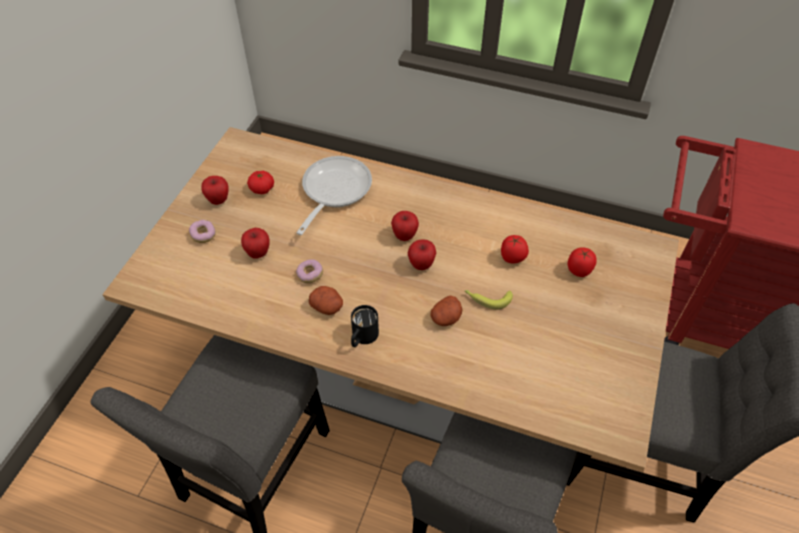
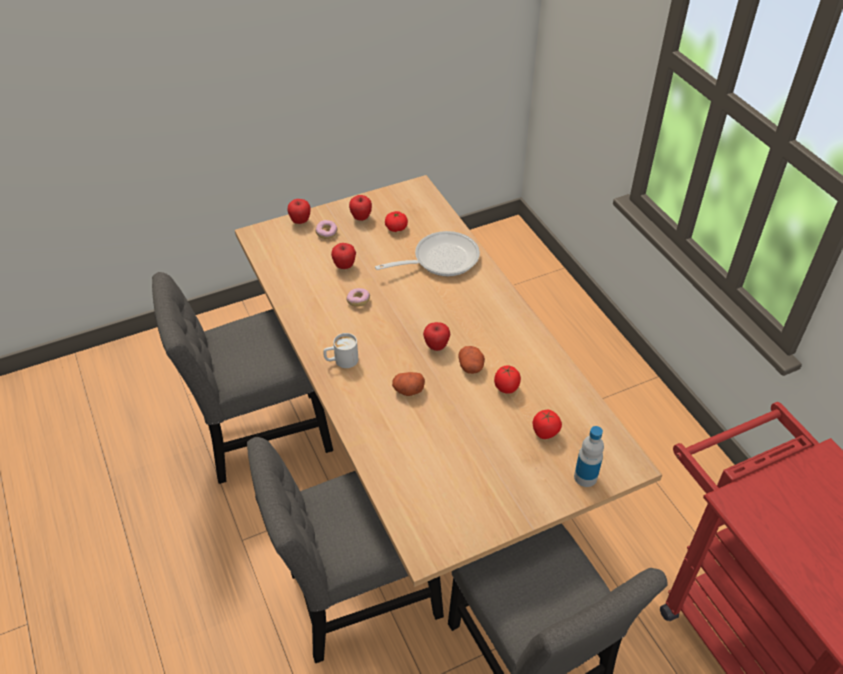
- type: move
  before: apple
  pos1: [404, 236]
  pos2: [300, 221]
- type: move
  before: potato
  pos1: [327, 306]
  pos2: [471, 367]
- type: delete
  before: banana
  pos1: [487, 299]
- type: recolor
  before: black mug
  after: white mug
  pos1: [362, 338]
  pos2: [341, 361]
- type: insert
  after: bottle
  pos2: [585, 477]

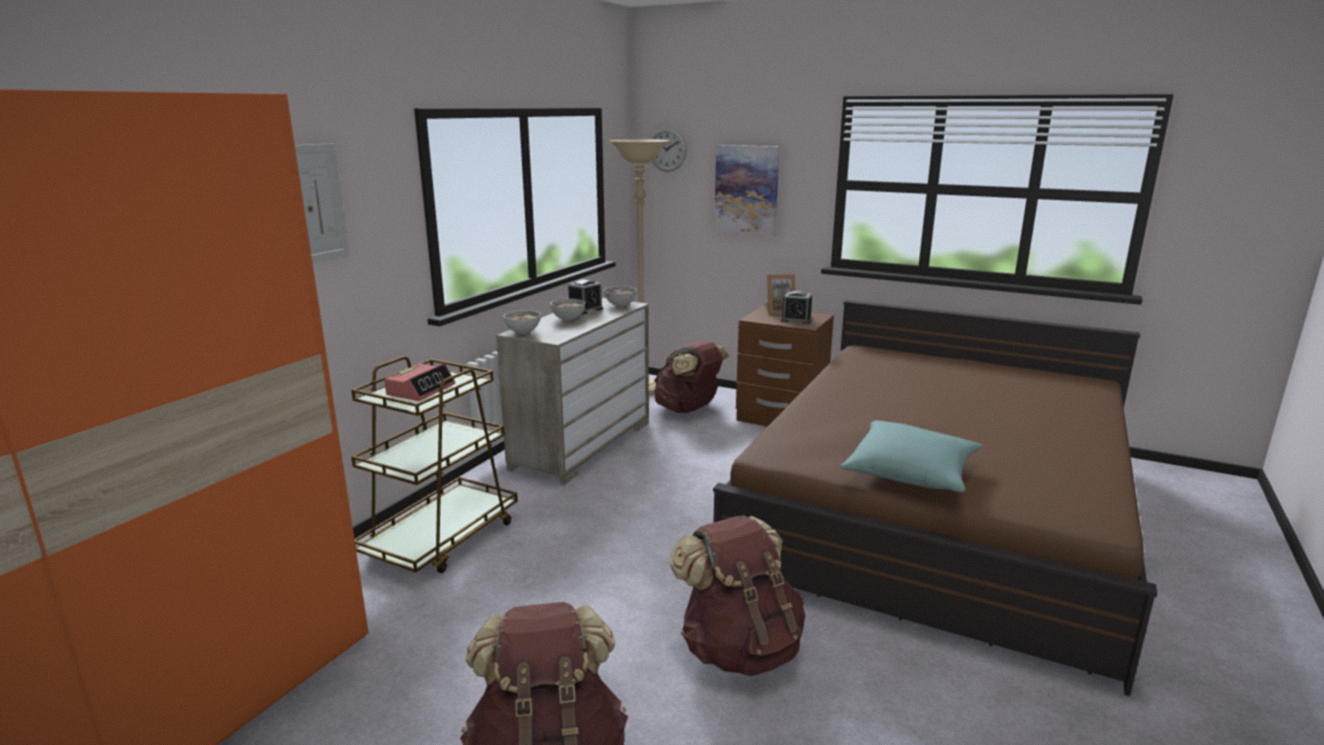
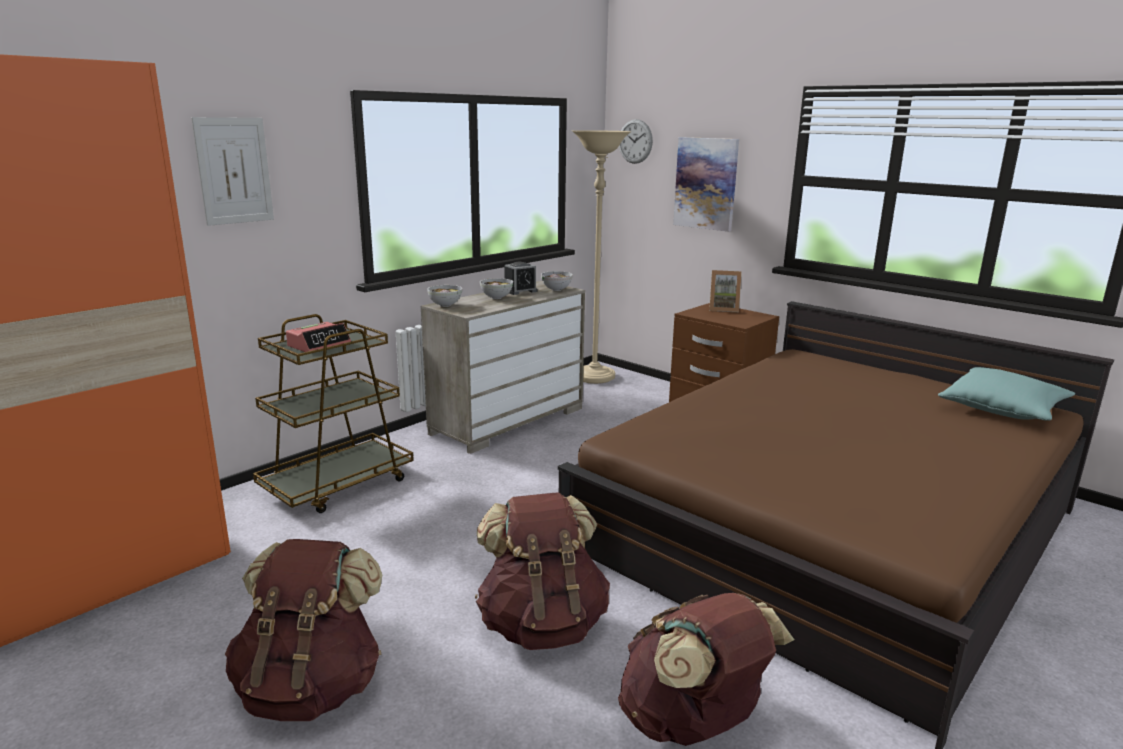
- type: delete
  before: alarm clock
  pos1: [796, 320]
- type: move
  before: brown backpack
  pos1: [688, 409]
  pos2: [692, 723]
- type: move
  before: turquoise pillow
  pos1: [910, 473]
  pos2: [1003, 410]

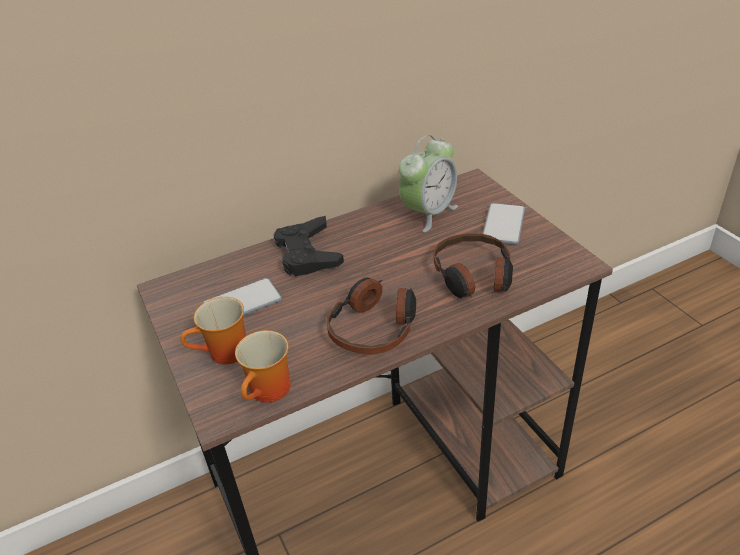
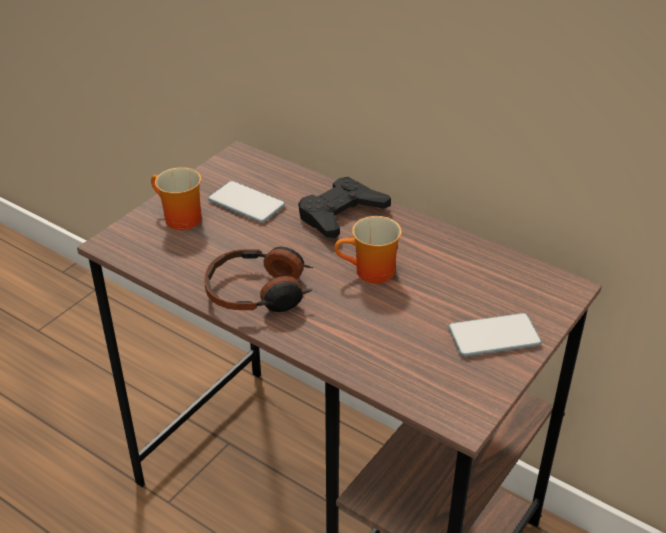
- type: delete
  before: alarm clock
  pos1: [428, 213]
- type: delete
  before: headphones
  pos1: [473, 276]
- type: move
  before: mug
  pos1: [271, 392]
  pos2: [371, 273]

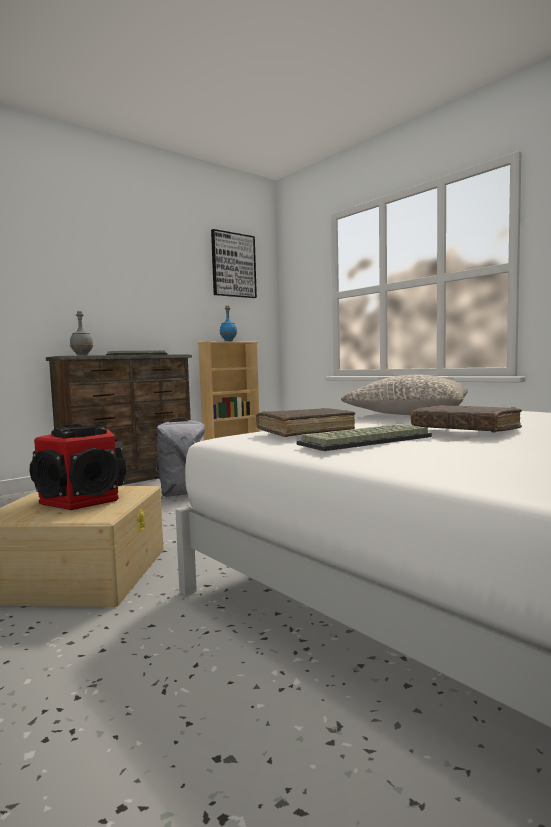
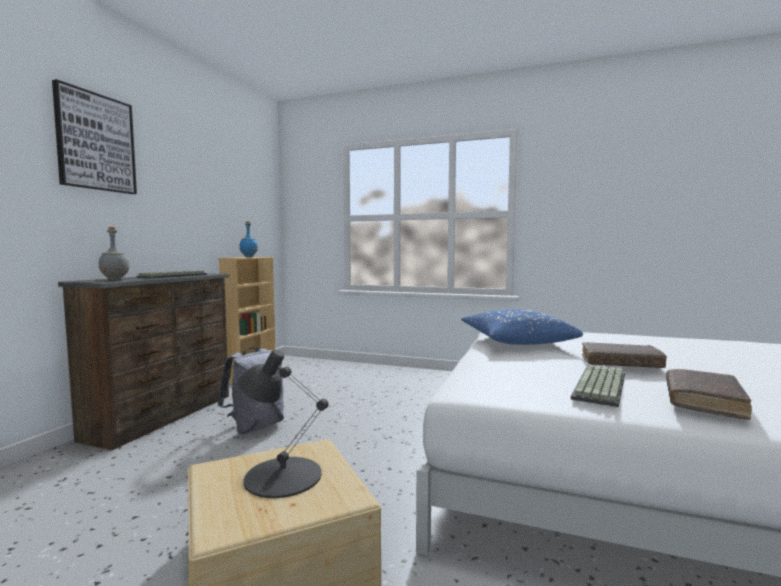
- type: move
  before: picture
  pos1: [233, 265]
  pos2: [95, 142]
- type: recolor
  before: grey pillow
  after: blue pillow
  pos1: [409, 414]
  pos2: [515, 341]
- type: move
  before: brown book
  pos1: [305, 431]
  pos2: [703, 401]
- type: replace
  before: speaker
  after: black table lamp
  pos1: [83, 499]
  pos2: [282, 476]

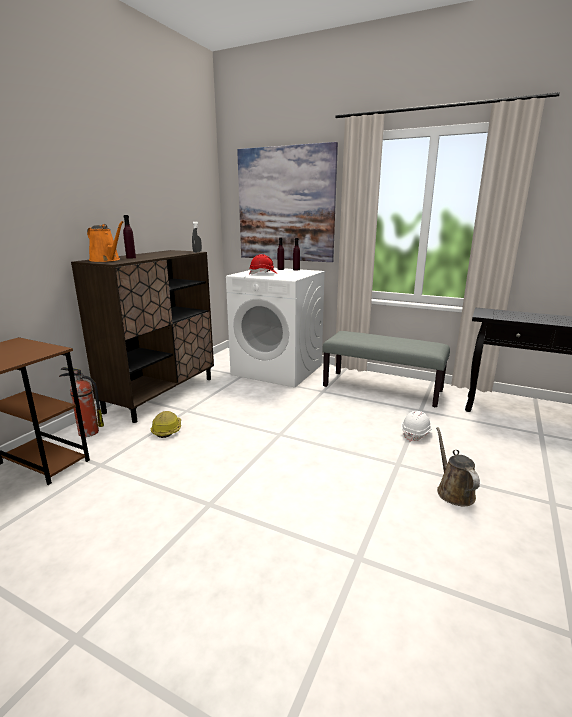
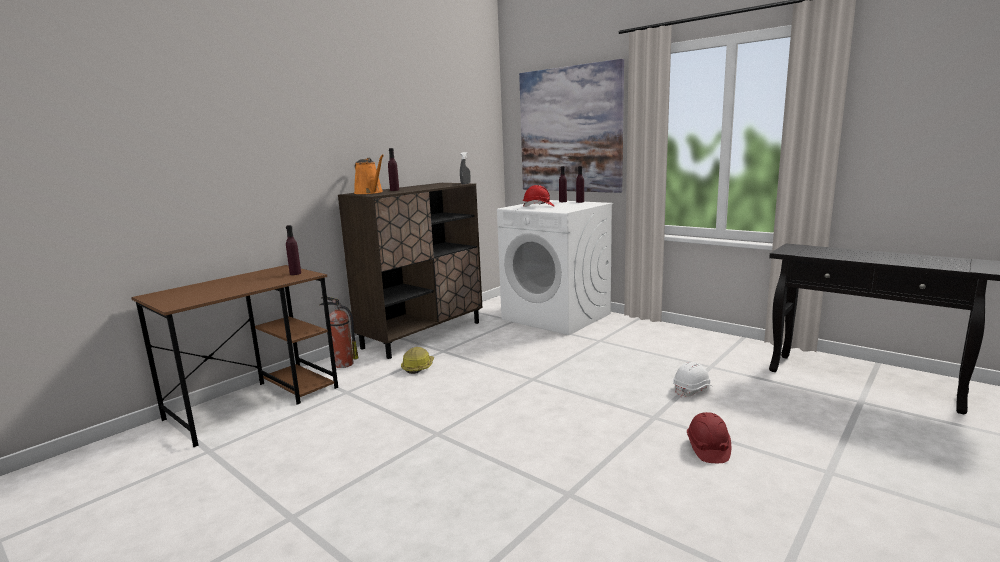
- type: delete
  before: grey bench
  pos1: [382, 388]
- type: replace
  before: brown watering can
  after: red hard hat
  pos1: [453, 491]
  pos2: [708, 448]
- type: insert
  after: purple bottle
  pos2: [295, 273]

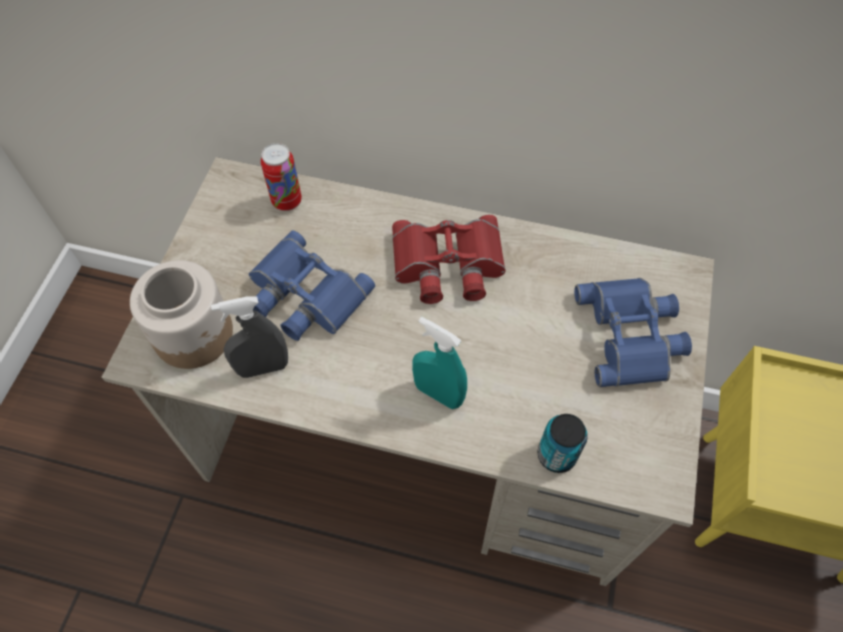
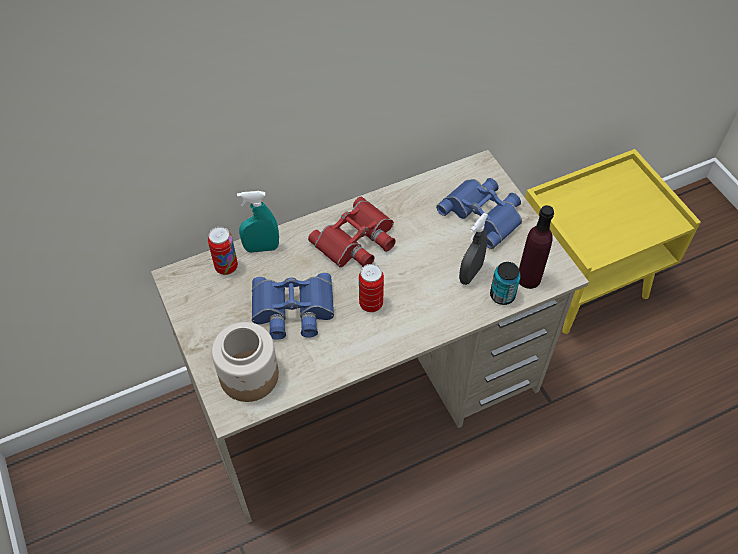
- type: move
  before: grey spray bottle
  pos1: [263, 368]
  pos2: [470, 274]
- type: move
  before: turquoise spray bottle
  pos1: [438, 394]
  pos2: [261, 248]
- type: insert
  after: purple bottle
  pos2: [528, 278]
- type: insert
  after: can
  pos2: [371, 304]

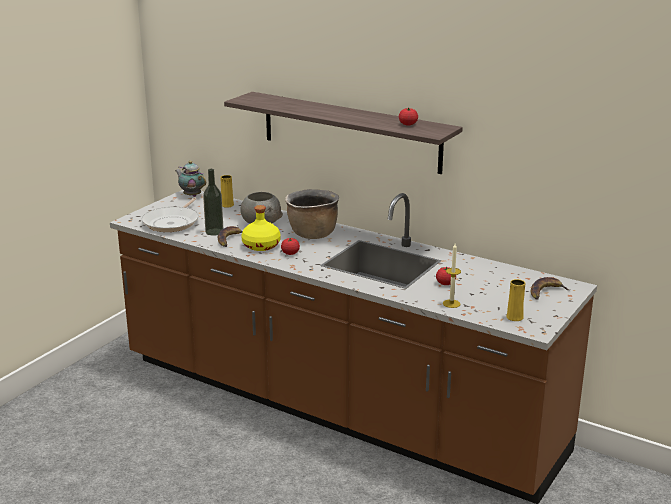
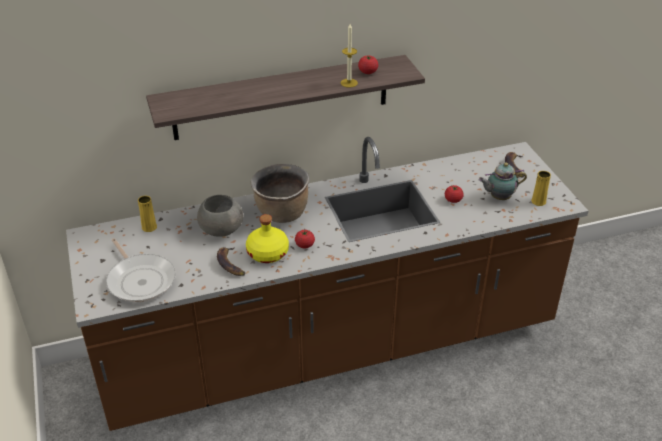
- type: move
  before: teapot
  pos1: [191, 195]
  pos2: [498, 197]
- type: delete
  before: bottle
  pos1: [214, 232]
- type: move
  before: candle
  pos1: [451, 303]
  pos2: [349, 83]

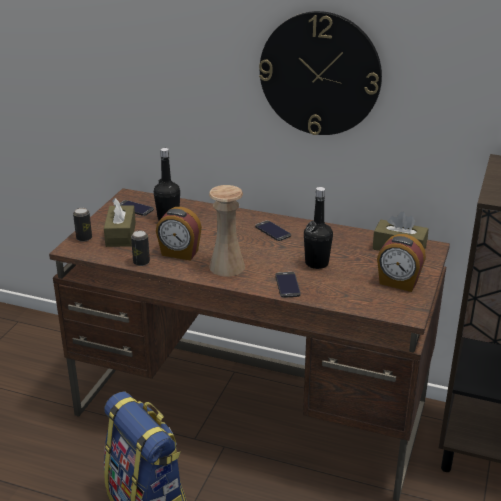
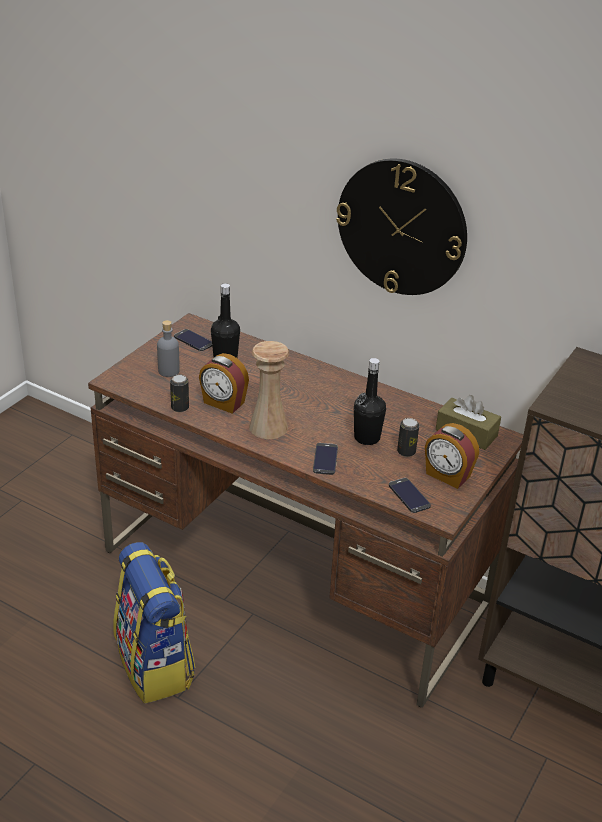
- type: replace
  before: brown tissue box
  after: grey bottle
  pos1: [121, 234]
  pos2: [168, 371]
- type: move
  before: can
  pos1: [84, 238]
  pos2: [406, 452]
- type: move
  before: phone
  pos1: [273, 231]
  pos2: [409, 495]

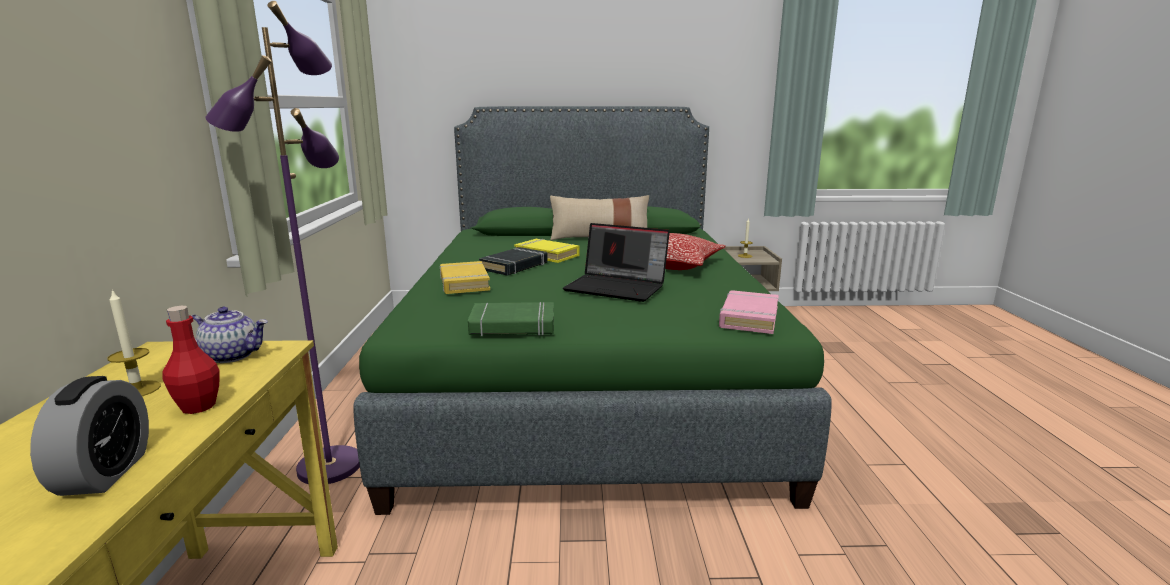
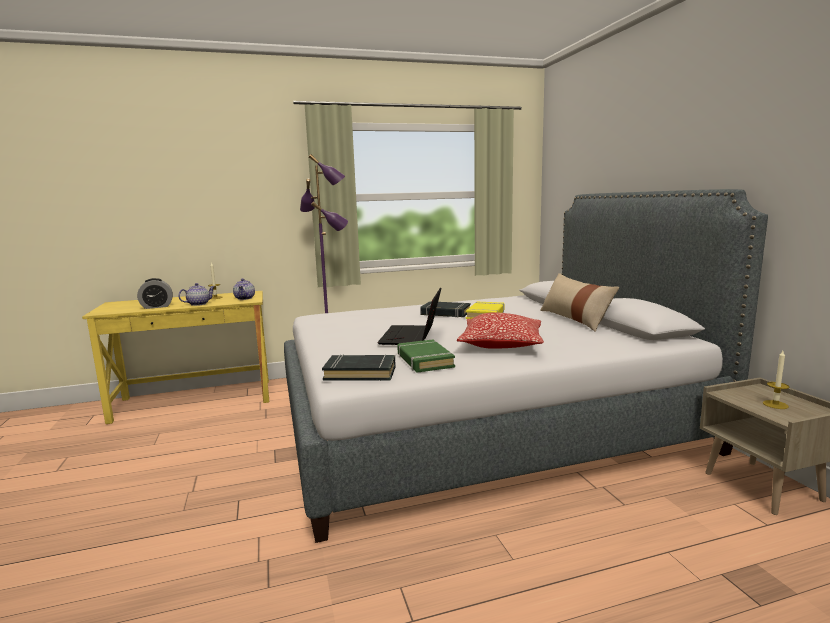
- type: recolor
  before: green bed
  after: grey bed
  pos1: [585, 377]
  pos2: [483, 424]
- type: delete
  before: yellow book
  pos1: [464, 283]
- type: recolor
  before: pink book
  after: black book
  pos1: [748, 317]
  pos2: [360, 373]
- type: move
  before: green book
  pos1: [513, 326]
  pos2: [424, 360]
- type: replace
  before: red bottle
  after: teapot
  pos1: [198, 406]
  pos2: [198, 304]

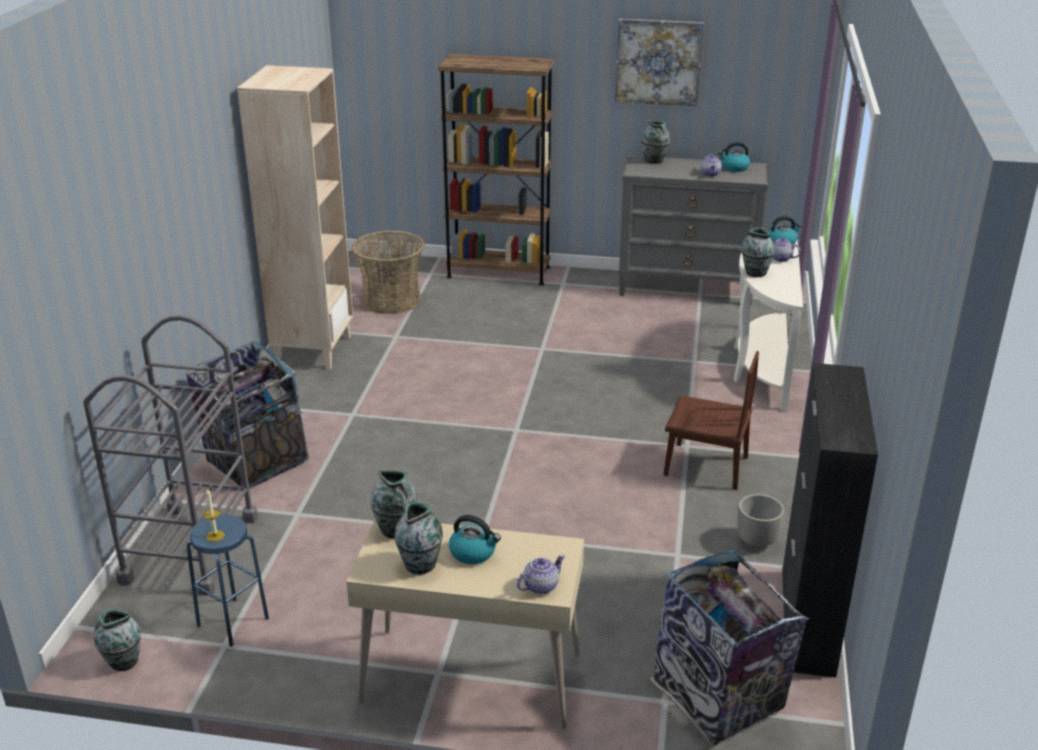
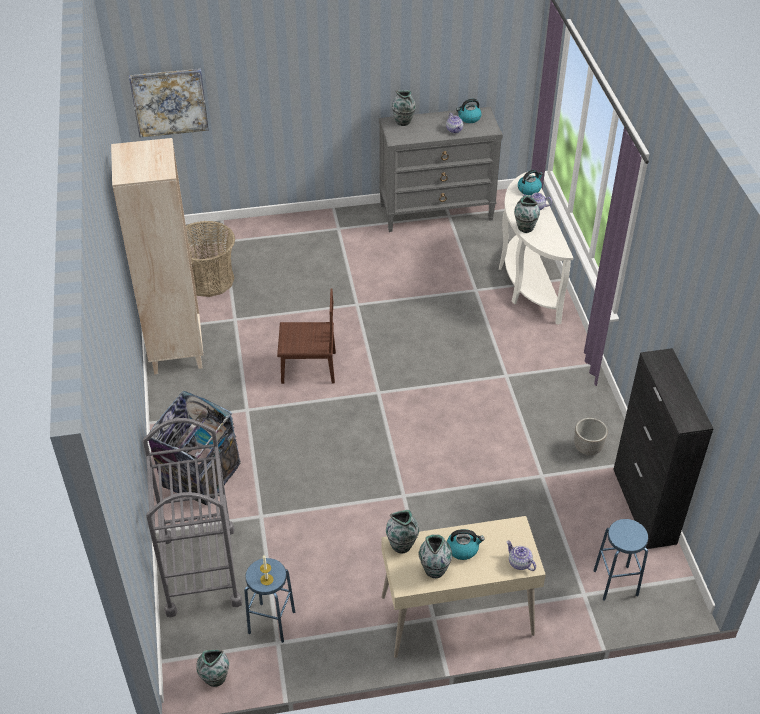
- type: move
  before: picture
  pos1: [658, 62]
  pos2: [169, 102]
- type: delete
  before: brown bookcase
  pos1: [498, 272]
- type: move
  before: brown chair
  pos1: [705, 466]
  pos2: [308, 367]
- type: replace
  before: trash can
  after: blue stool
  pos1: [719, 699]
  pos2: [615, 583]
- type: rotate
  before: teapot
  pos1: [540, 586]
  pos2: [519, 563]
  turn: -75

